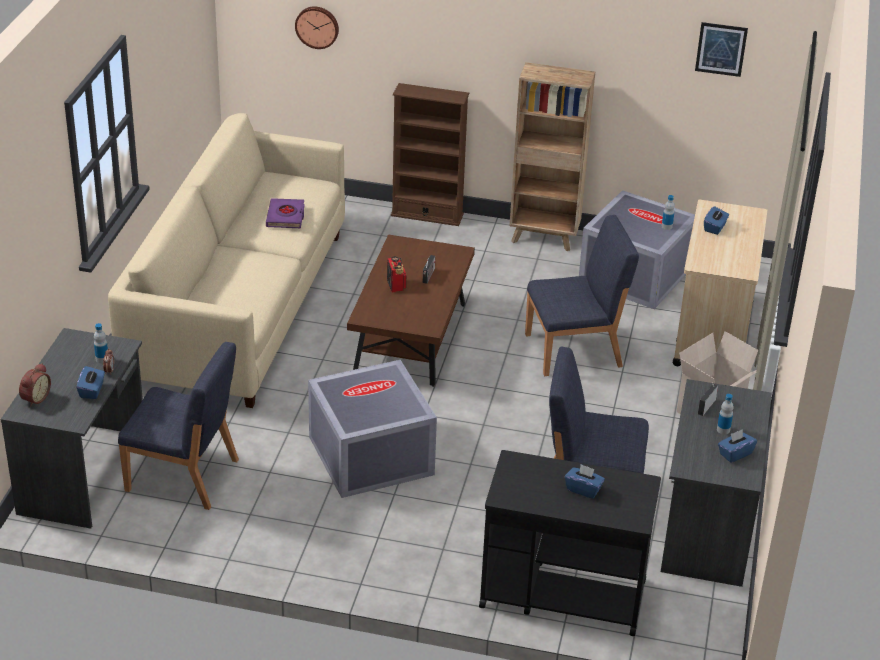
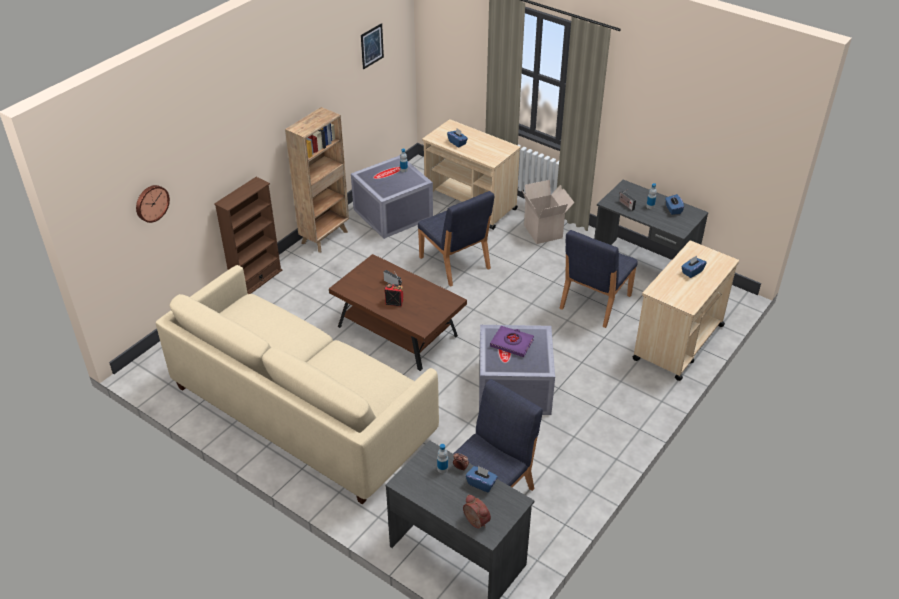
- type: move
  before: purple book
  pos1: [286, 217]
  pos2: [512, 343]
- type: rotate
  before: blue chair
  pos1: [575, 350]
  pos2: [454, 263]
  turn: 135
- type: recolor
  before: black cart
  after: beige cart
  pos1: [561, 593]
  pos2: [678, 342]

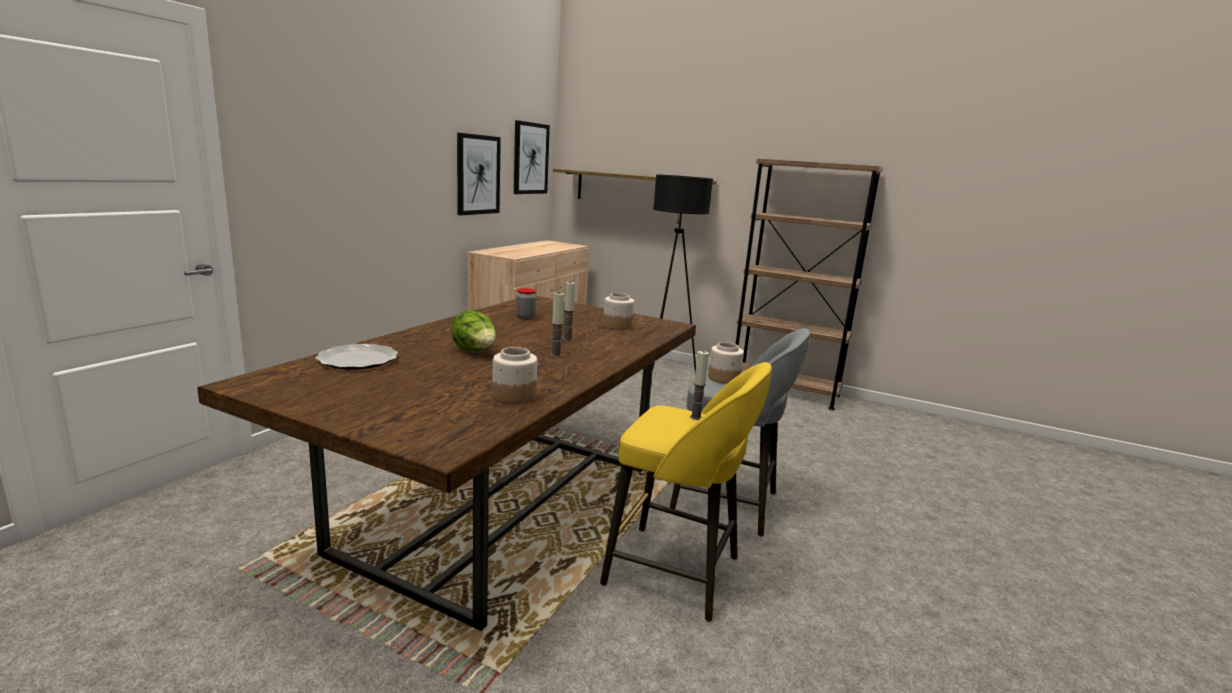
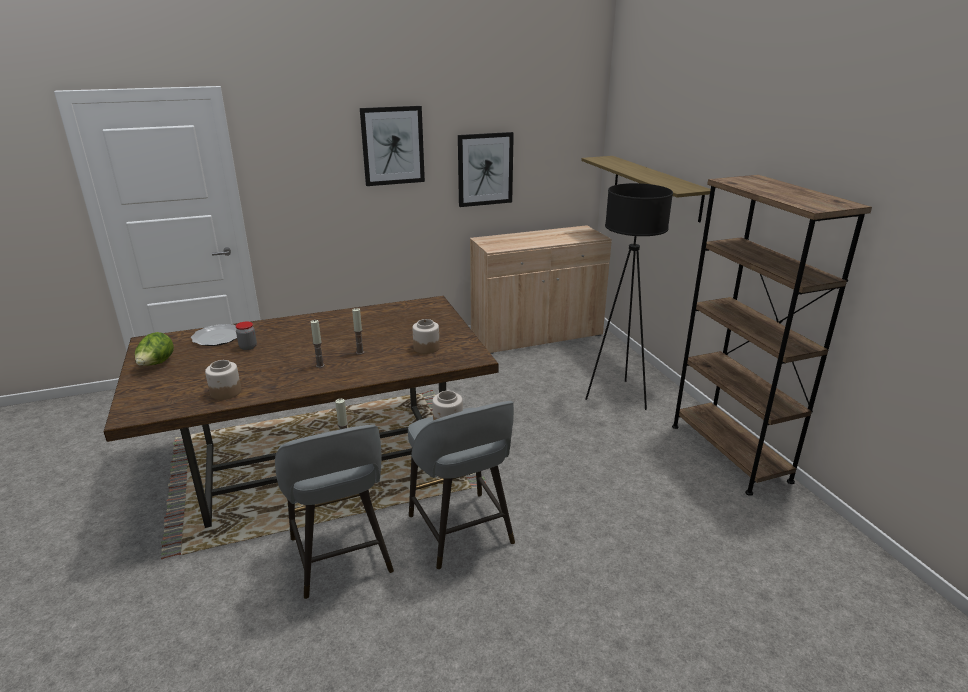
- type: move
  before: picture
  pos1: [530, 158]
  pos2: [392, 146]
- type: move
  before: jar
  pos1: [525, 317]
  pos2: [248, 347]
- type: move
  before: lettuce
  pos1: [475, 351]
  pos2: [156, 364]
- type: recolor
  before: yellow stool
  after: grey stool
  pos1: [676, 572]
  pos2: [341, 557]

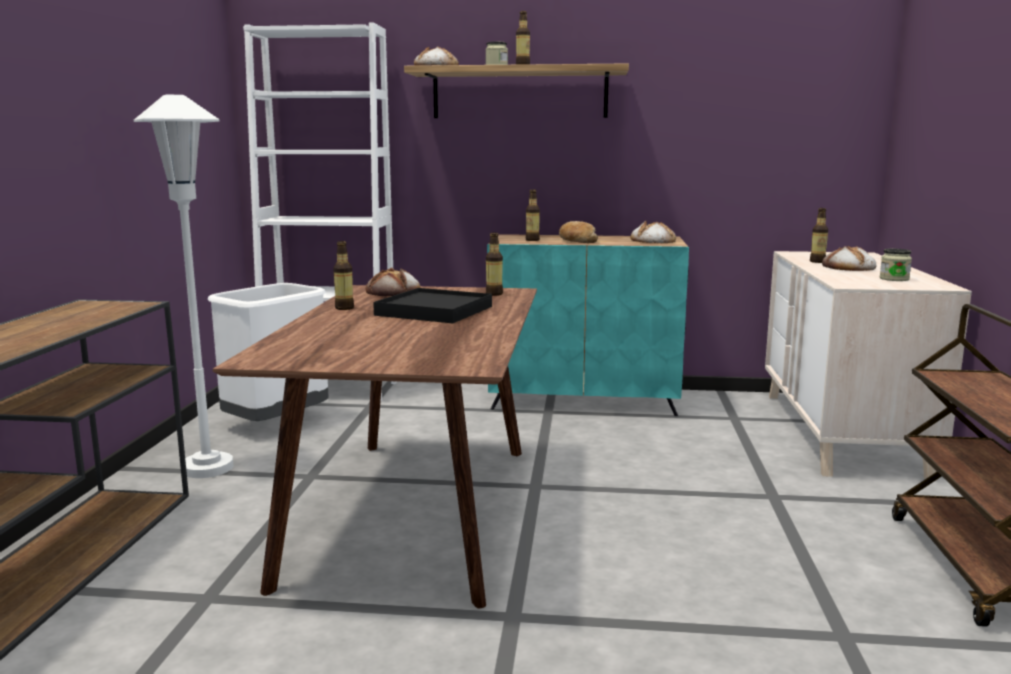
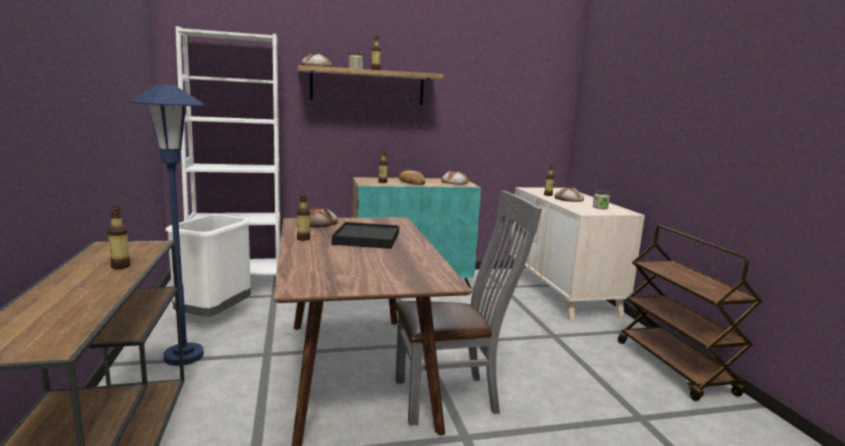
- type: recolor
  before: white floor lamp
  after: blue floor lamp
  pos1: [207, 468]
  pos2: [184, 356]
- type: move
  before: bottle
  pos1: [494, 294]
  pos2: [120, 266]
- type: insert
  after: grey chair
  pos2: [452, 397]

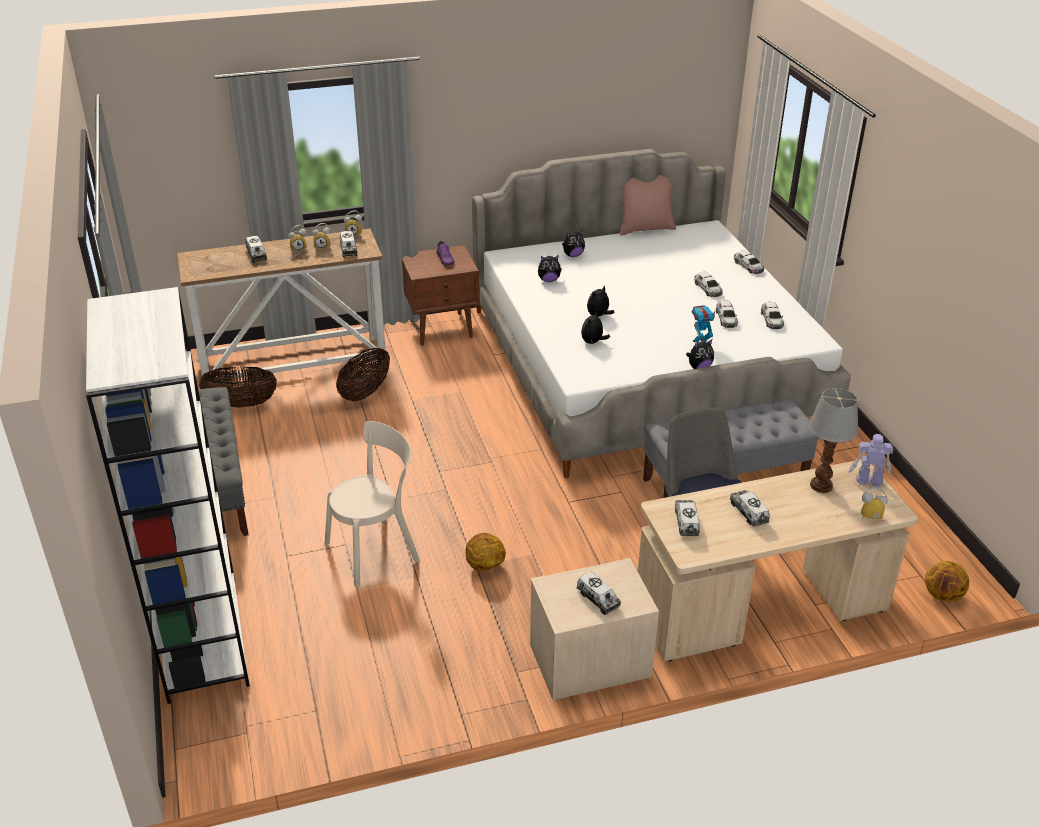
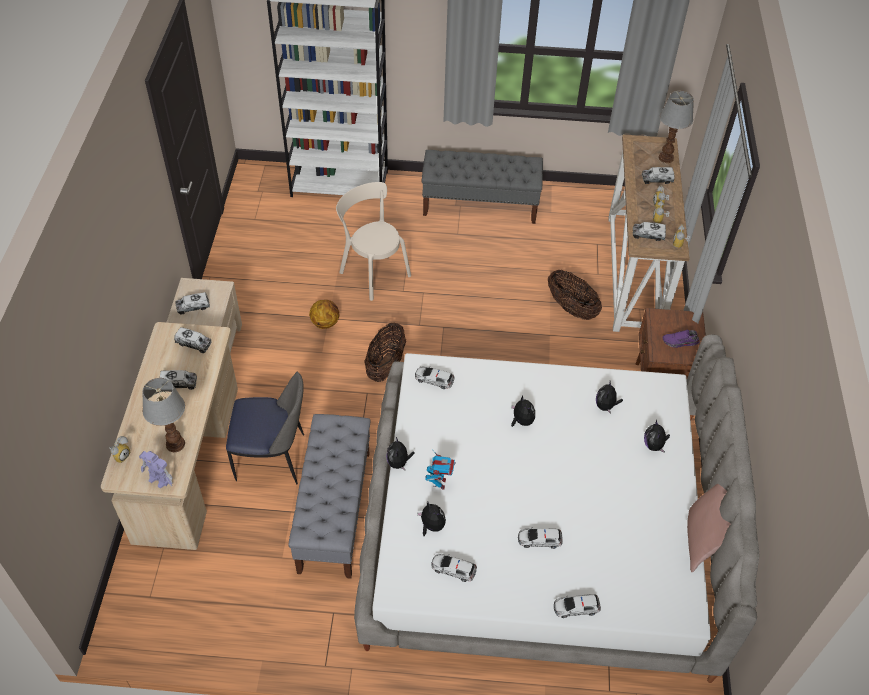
- type: move
  before: toy car
  pos1: [726, 318]
  pos2: [434, 379]
- type: move
  before: plush toy
  pos1: [593, 342]
  pos2: [431, 526]
- type: move
  before: basket
  pos1: [241, 404]
  pos2: [385, 365]
- type: rotate
  before: beige chair
  pos1: [376, 550]
  pos2: [373, 272]
  turn: 150
- type: rotate
  before: toy robot
  pos1: [868, 480]
  pos2: [160, 479]
  turn: 90
- type: delete
  before: basketball
  pos1: [942, 596]
- type: insert
  after: table lamp
  pos2: [666, 158]

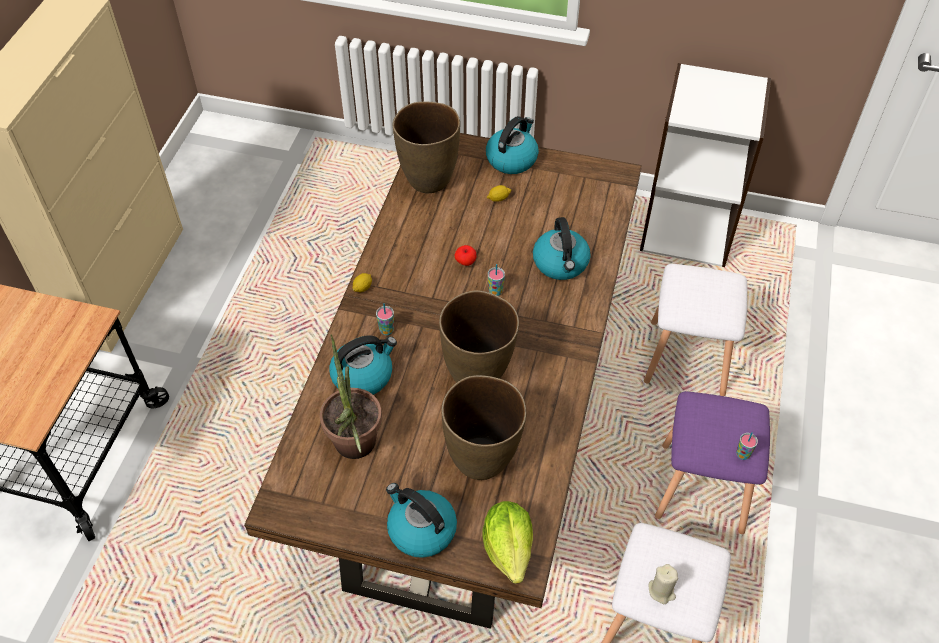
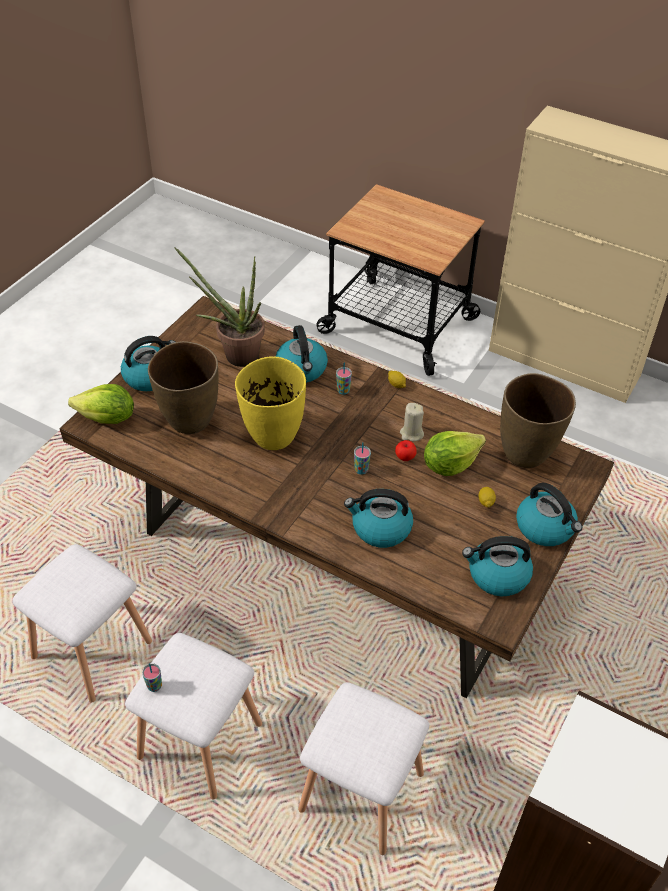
- type: recolor
  before: brown vase
  after: yellow vase
  pos1: [478, 374]
  pos2: [273, 437]
- type: recolor
  before: purple stool
  after: white stool
  pos1: [703, 490]
  pos2: [198, 740]
- type: move
  before: beige candle
  pos1: [661, 591]
  pos2: [411, 433]
- type: insert
  after: lettuce
  pos2: [450, 464]
- type: insert
  after: kettle
  pos2: [497, 575]

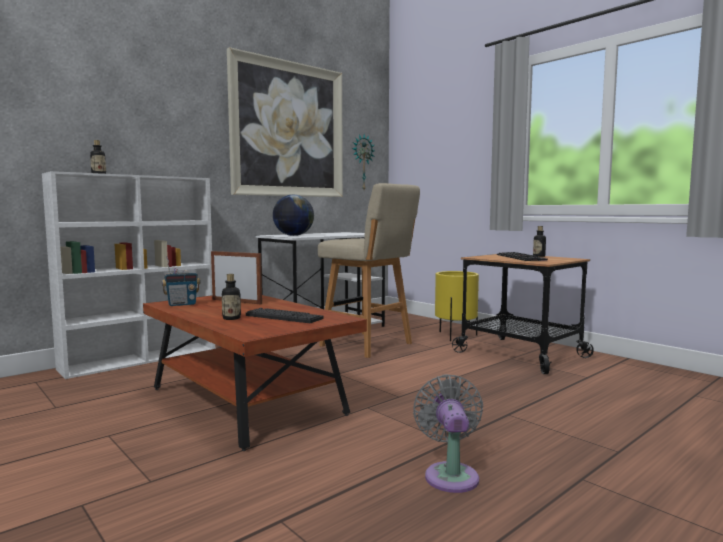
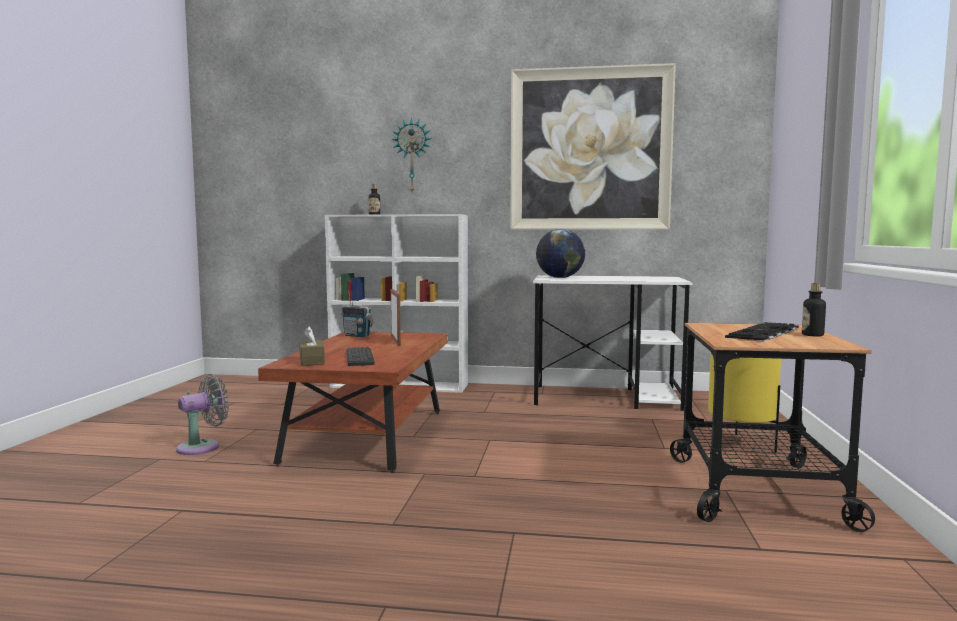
- type: move
  before: wall clock
  pos1: [362, 162]
  pos2: [412, 156]
- type: delete
  before: beige stool
  pos1: [368, 345]
- type: delete
  before: bottle
  pos1: [231, 318]
- type: move
  before: grey fan
  pos1: [450, 474]
  pos2: [203, 447]
- type: insert
  after: brown tissue box
  pos2: [311, 361]

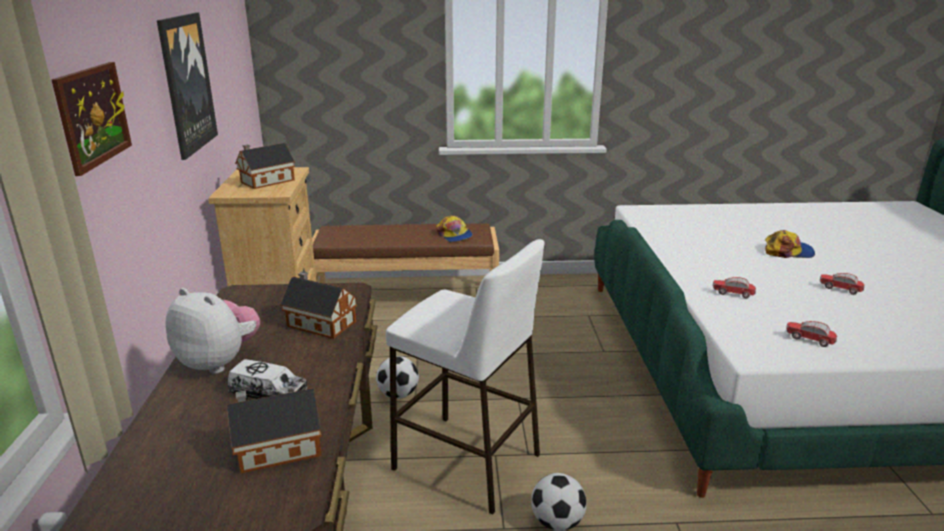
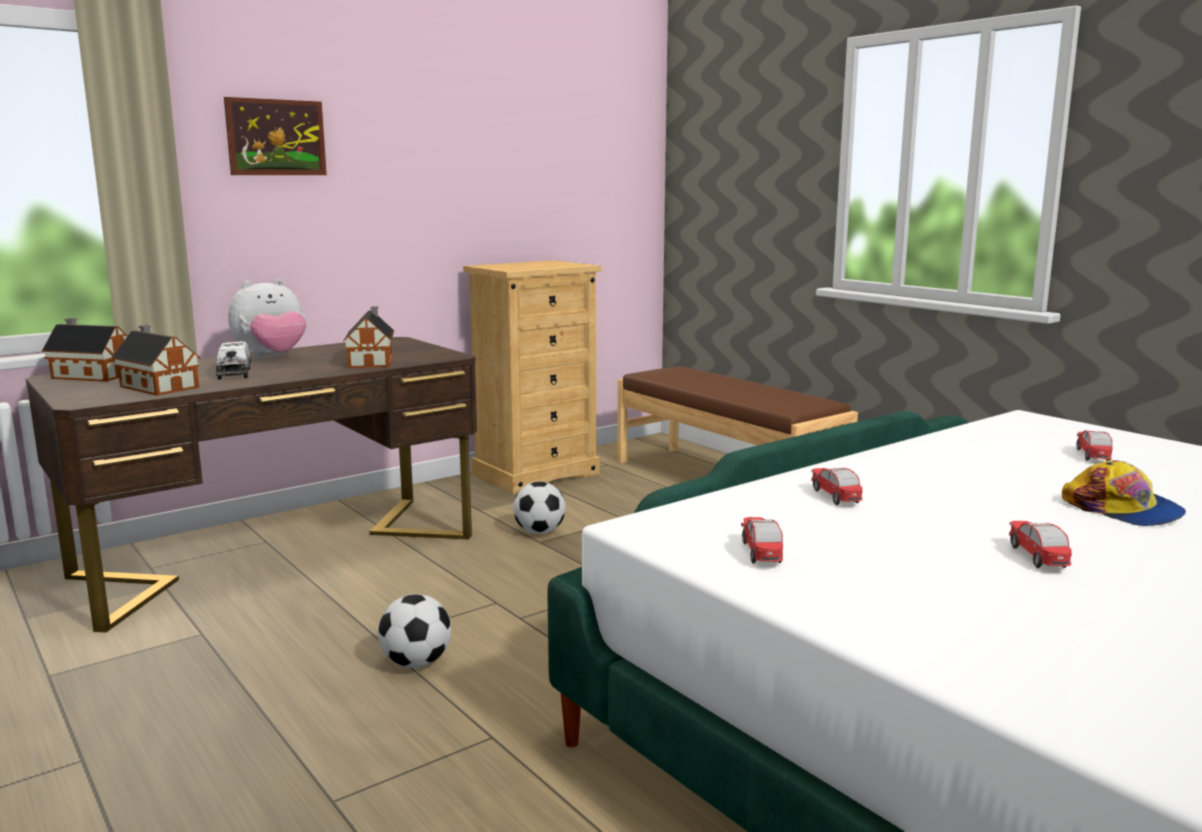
- type: delete
  before: picture
  pos1: [186, 83]
- type: move
  before: toy house
  pos1: [265, 181]
  pos2: [92, 375]
- type: delete
  before: cap
  pos1: [454, 235]
- type: delete
  before: white stool
  pos1: [467, 462]
- type: rotate
  before: plush toy
  pos1: [219, 362]
  pos2: [272, 357]
  turn: 60
- type: insert
  after: toy car
  pos2: [1092, 456]

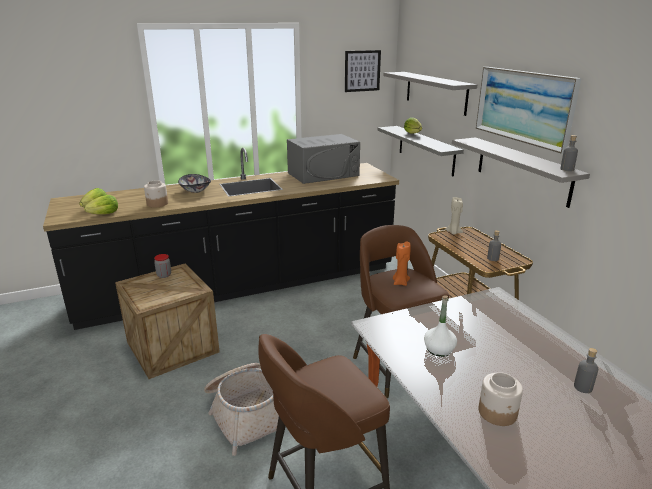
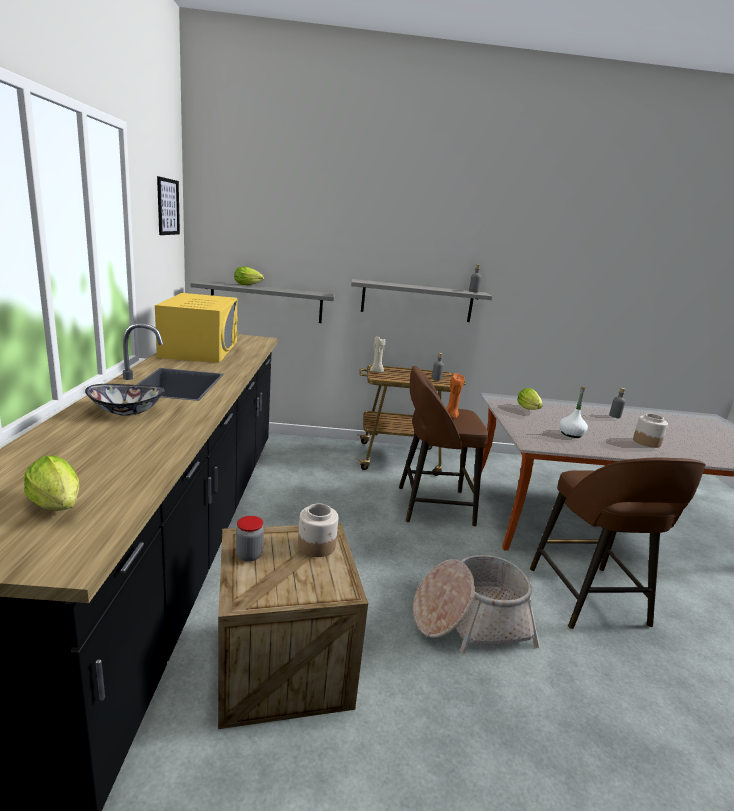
- type: delete
  before: picture
  pos1: [523, 106]
- type: delete
  before: grey shelf
  pos1: [435, 92]
- type: recolor
  before: grey microwave
  after: yellow microwave
  pos1: [323, 174]
  pos2: [200, 349]
- type: move
  before: jar
  pos1: [157, 204]
  pos2: [317, 546]
- type: move
  before: lettuce
  pos1: [102, 215]
  pos2: [529, 409]

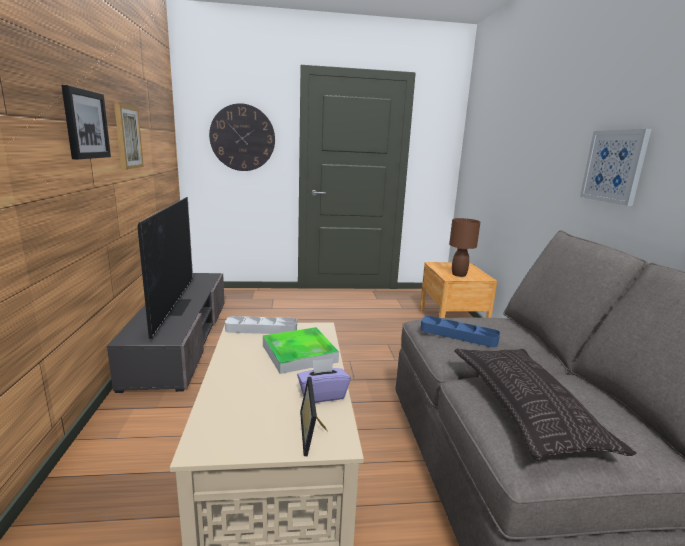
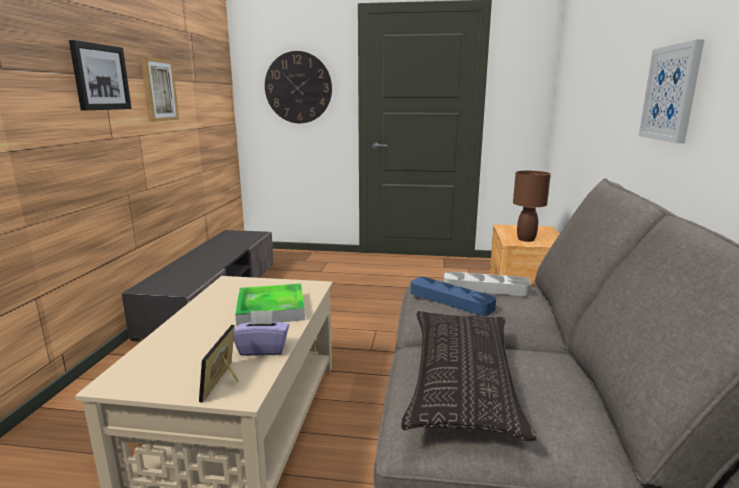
- type: delete
  before: television
  pos1: [174, 306]
- type: move
  before: grey tray
  pos1: [261, 329]
  pos2: [485, 288]

